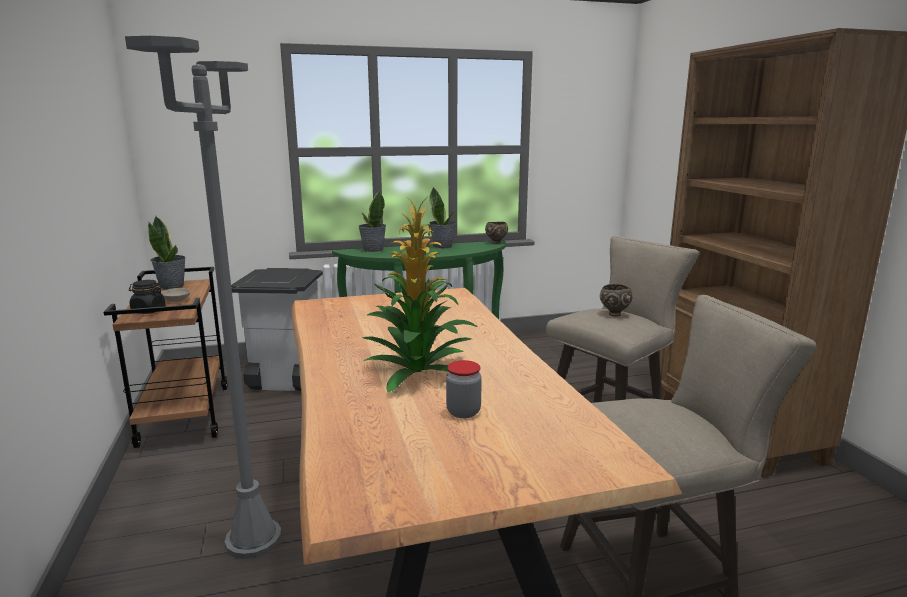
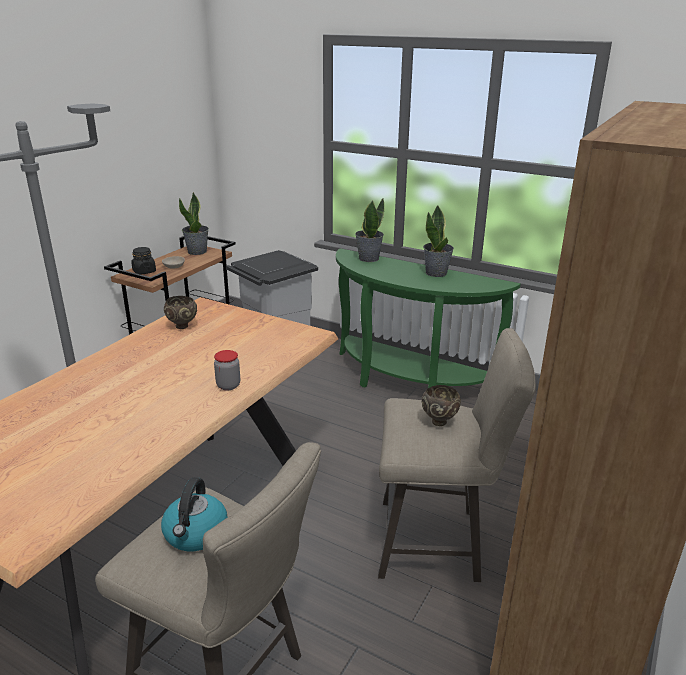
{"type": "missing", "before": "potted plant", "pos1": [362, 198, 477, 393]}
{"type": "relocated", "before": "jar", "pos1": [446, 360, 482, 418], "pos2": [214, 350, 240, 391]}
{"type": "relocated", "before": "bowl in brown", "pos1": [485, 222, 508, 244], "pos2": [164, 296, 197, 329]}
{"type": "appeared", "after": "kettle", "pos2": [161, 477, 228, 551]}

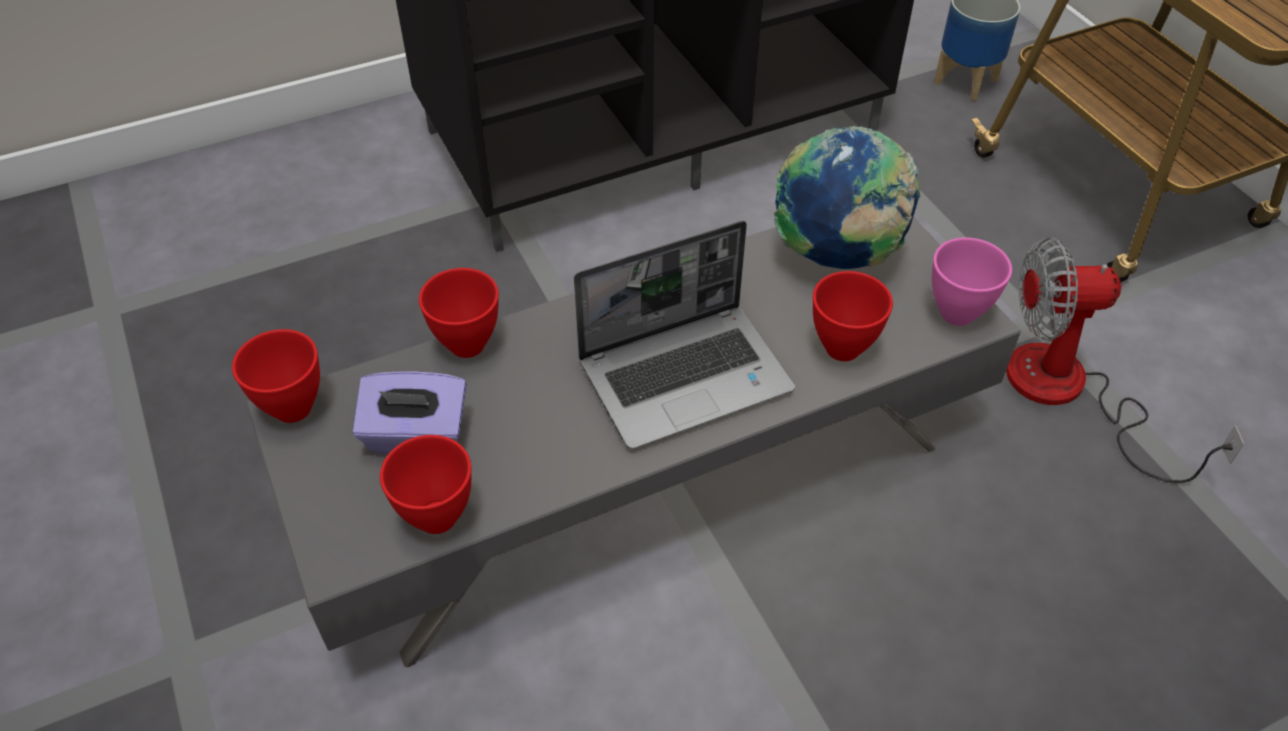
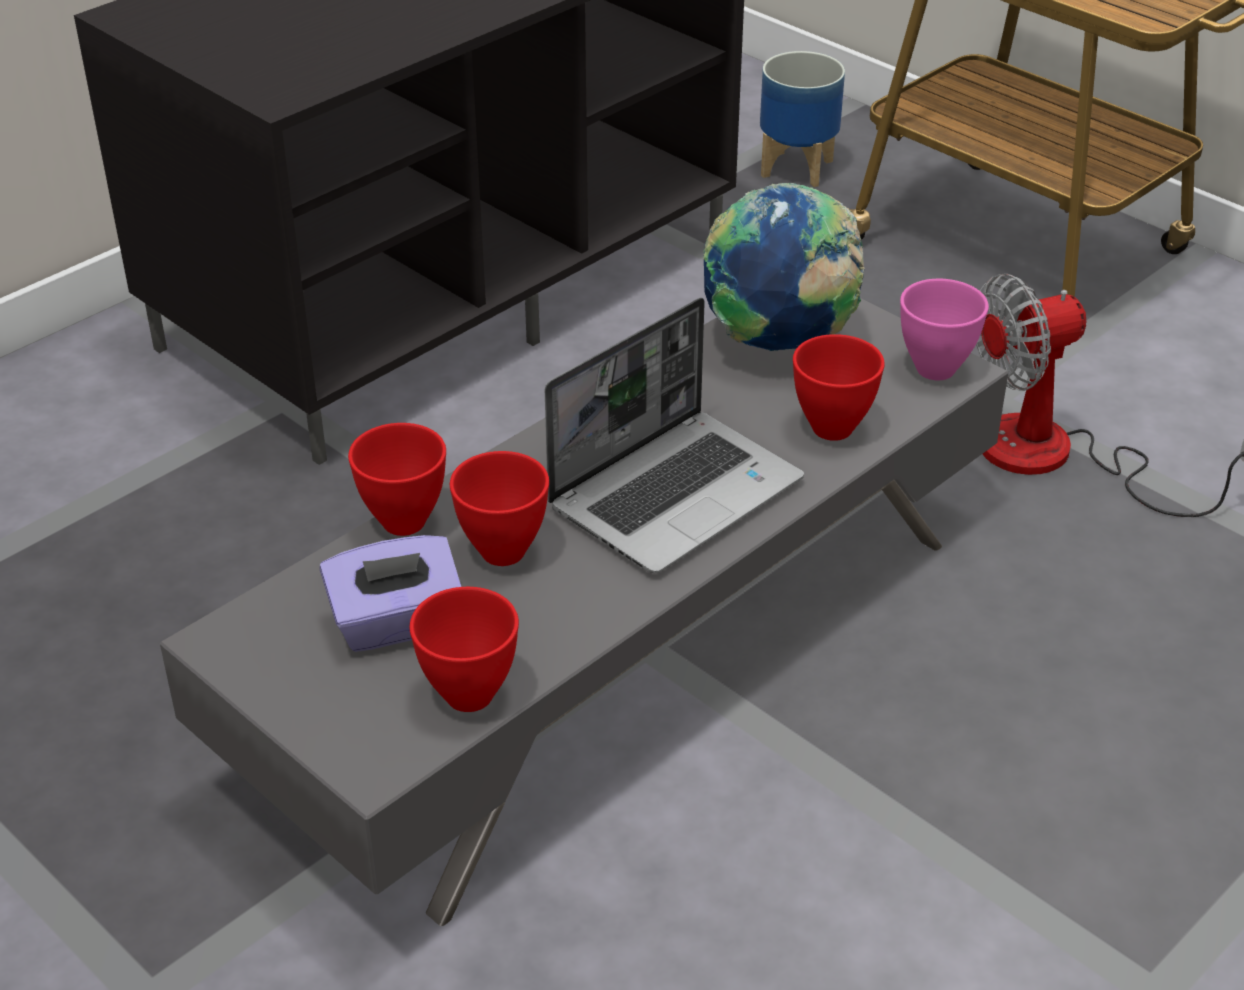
{"type": "relocated", "before": "bowl in red", "pos1": [232, 329, 320, 423], "pos2": [450, 451, 549, 566]}

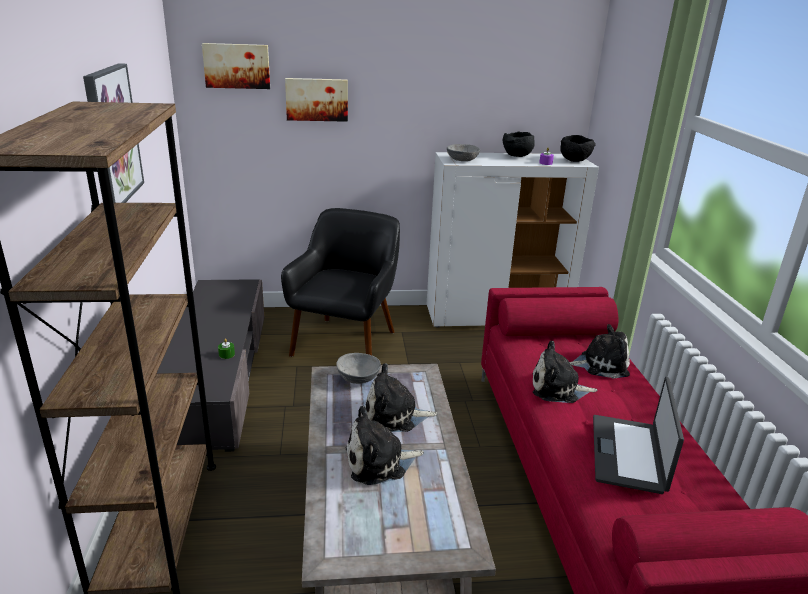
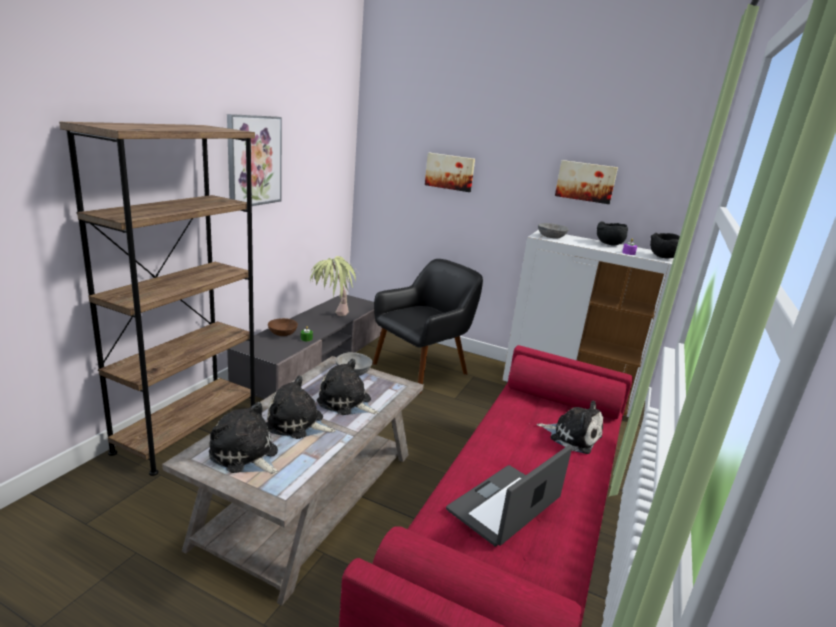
{"type": "relocated", "before": "picture", "pos1": [202, 43, 270, 89], "pos2": [555, 160, 618, 204]}
{"type": "relocated", "before": "plush toy", "pos1": [532, 341, 597, 403], "pos2": [209, 402, 278, 474]}
{"type": "appeared", "after": "bowl in brown", "pos2": [268, 318, 298, 336]}
{"type": "appeared", "after": "potted plant", "pos2": [310, 256, 356, 316]}

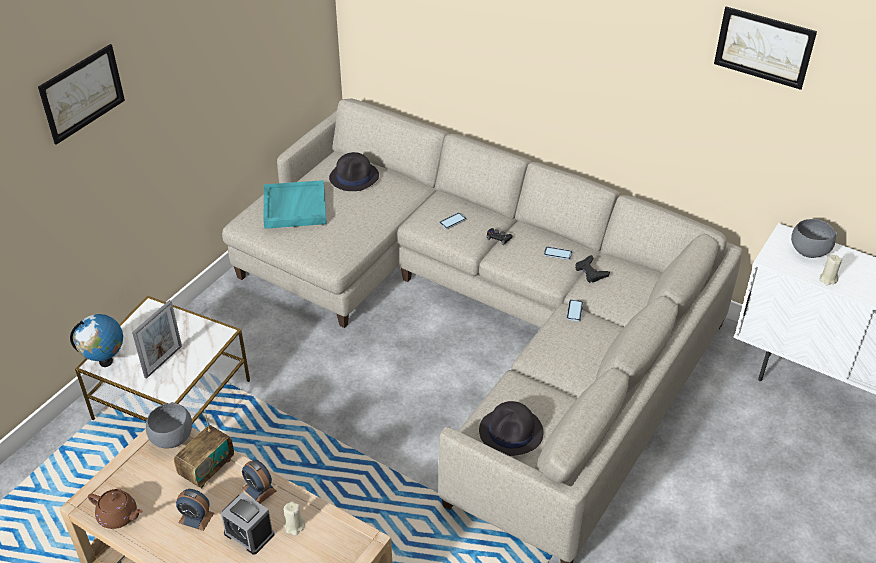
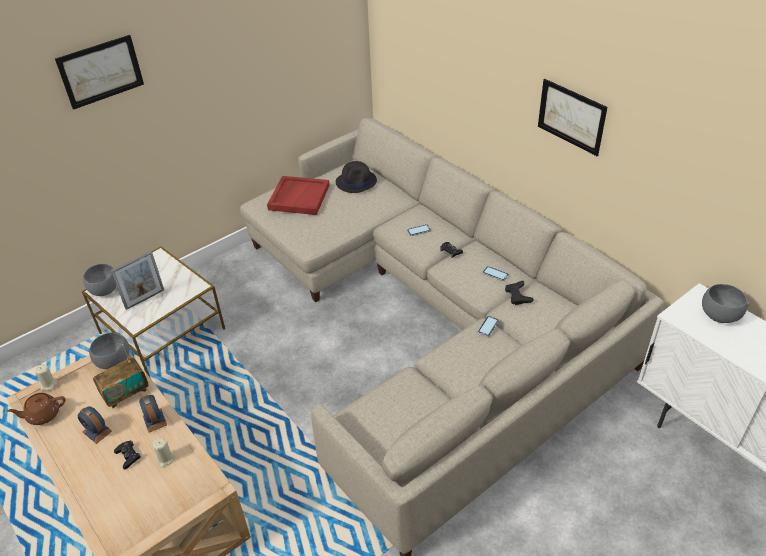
{"type": "exchanged", "before": "globe", "after": "bowl in grey", "pos1": [70, 314, 123, 367], "pos2": [83, 264, 116, 296]}
{"type": "spun", "before": "teapot in brown", "pos1": [88, 489, 143, 529], "pos2": [7, 393, 65, 425], "turn": 120}
{"type": "exchanged", "before": "alarm clock", "after": "game controller in black", "pos1": [221, 492, 274, 555], "pos2": [114, 441, 141, 470]}
{"type": "colour", "before": "tray in turquoise", "after": "tray in red", "pos1": [264, 180, 326, 229], "pos2": [267, 176, 330, 215]}
{"type": "missing", "before": "hat in black", "pos1": [479, 401, 544, 456]}
{"type": "relocated", "before": "picture", "pos1": [714, 7, 817, 90], "pos2": [538, 79, 607, 156]}
{"type": "relocated", "before": "candle in beige", "pos1": [820, 255, 842, 285], "pos2": [35, 365, 57, 391]}

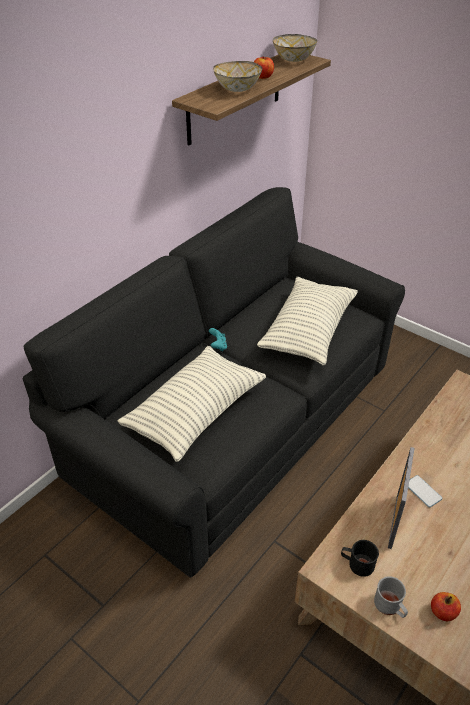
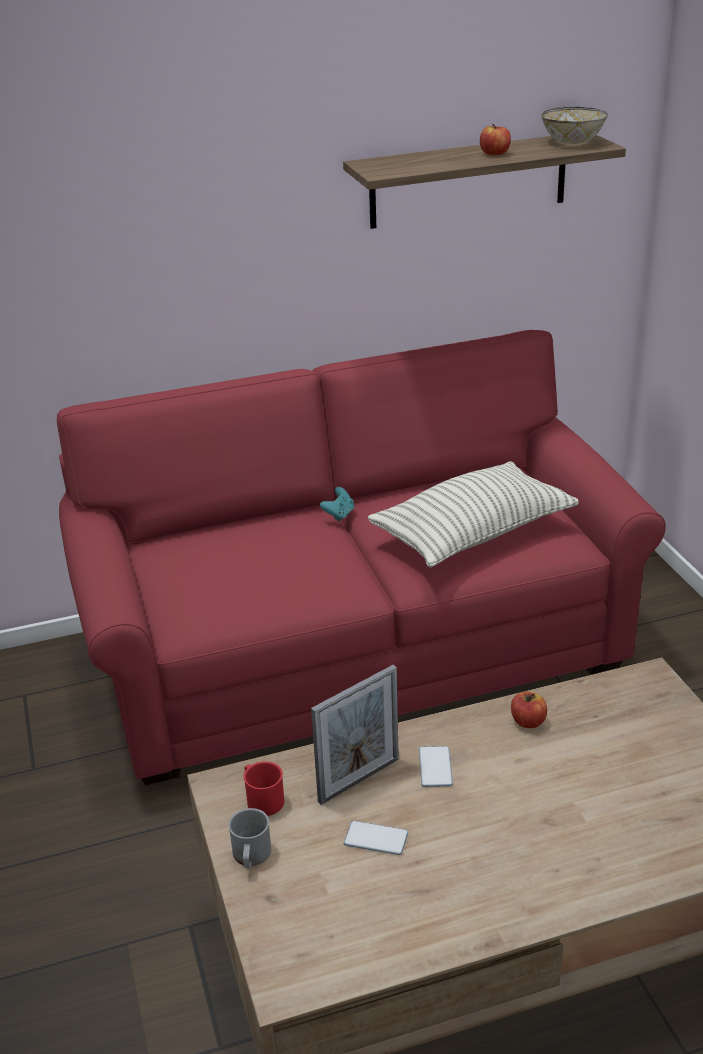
{"type": "colour", "before": "sofa in black", "after": "sofa in red", "pos1": [23, 187, 405, 578], "pos2": [57, 330, 666, 785]}
{"type": "missing", "before": "pillow", "pos1": [118, 346, 266, 462]}
{"type": "missing", "before": "bowl", "pos1": [213, 61, 262, 92]}
{"type": "colour", "before": "mug in black", "after": "mug in red", "pos1": [341, 540, 379, 577], "pos2": [244, 761, 284, 816]}
{"type": "relocated", "before": "apple", "pos1": [431, 592, 461, 621], "pos2": [511, 692, 547, 728]}
{"type": "appeared", "after": "phone", "pos2": [344, 821, 408, 855]}

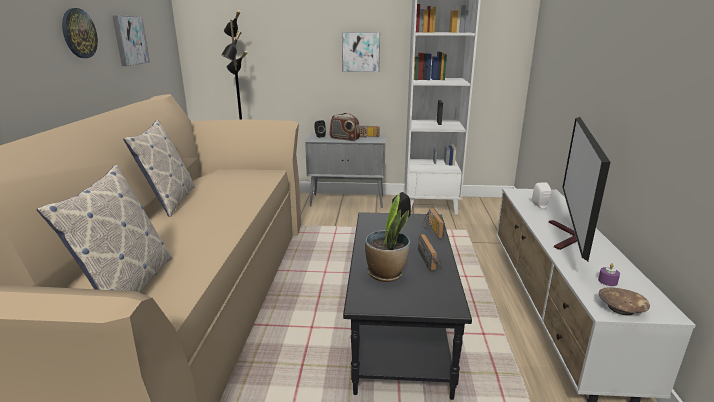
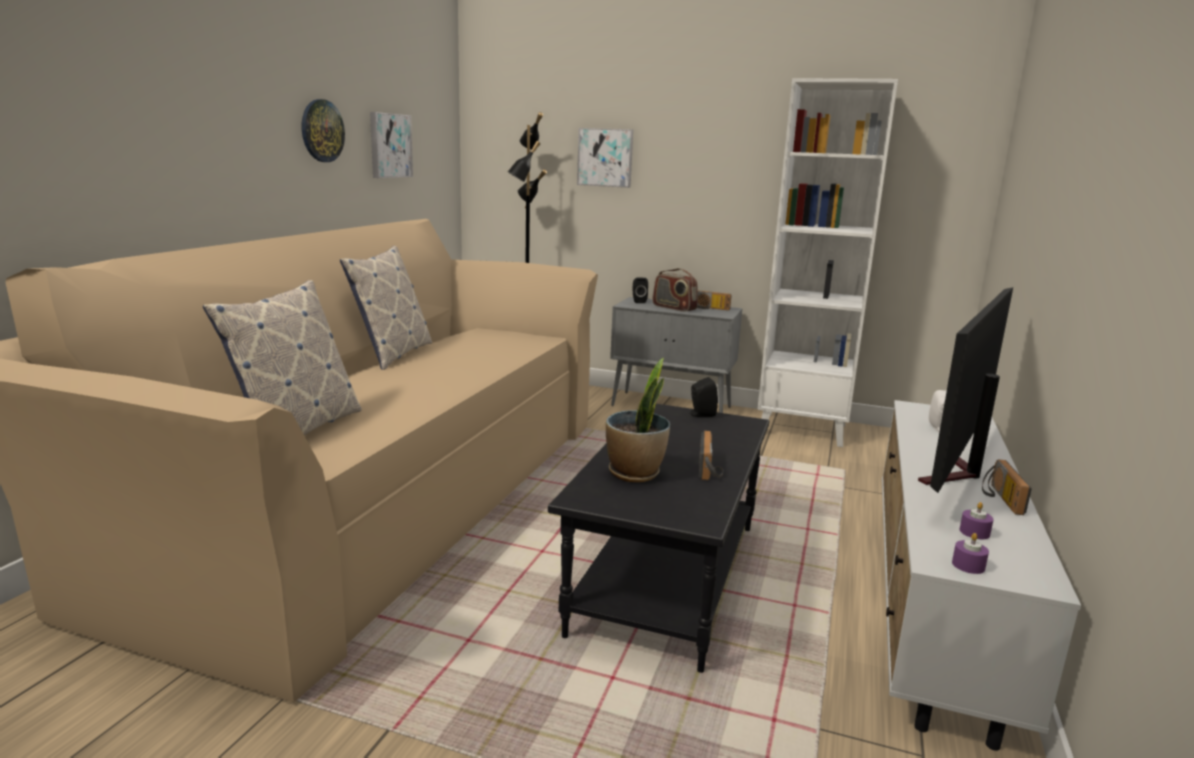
{"type": "relocated", "before": "picture", "pos1": [342, 32, 380, 72], "pos2": [577, 128, 633, 188]}
{"type": "relocated", "before": "radio", "pos1": [423, 208, 445, 238], "pos2": [982, 459, 1032, 515]}
{"type": "exchanged", "before": "bowl in brown", "after": "candle in purple", "pos1": [599, 287, 650, 315], "pos2": [952, 533, 989, 574]}

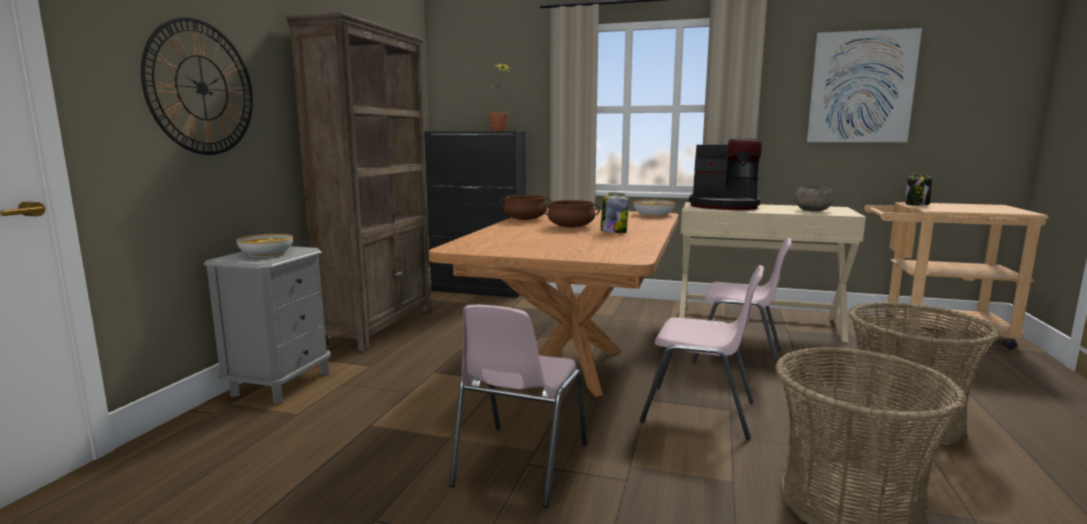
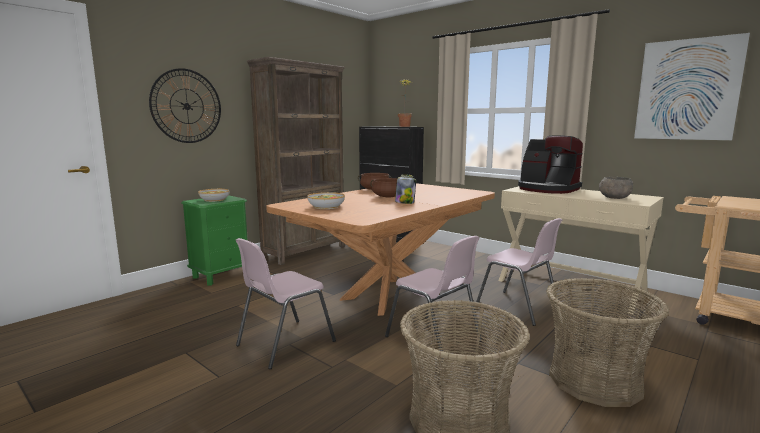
{"type": "colour", "before": "nightstand in grey", "after": "nightstand in green", "pos1": [204, 246, 331, 404], "pos2": [181, 195, 248, 286]}
{"type": "relocated", "before": "bowl", "pos1": [634, 200, 675, 217], "pos2": [307, 192, 345, 209]}
{"type": "missing", "before": "jar", "pos1": [905, 173, 932, 206]}

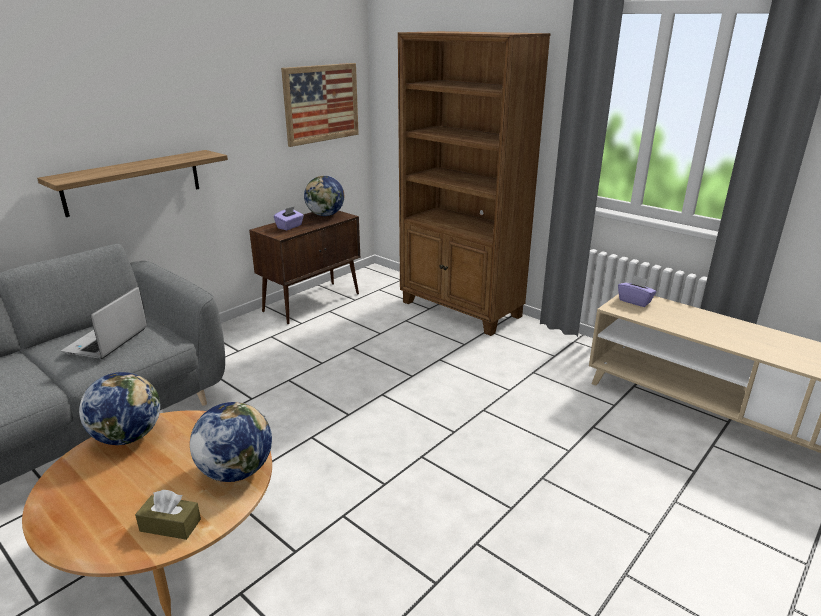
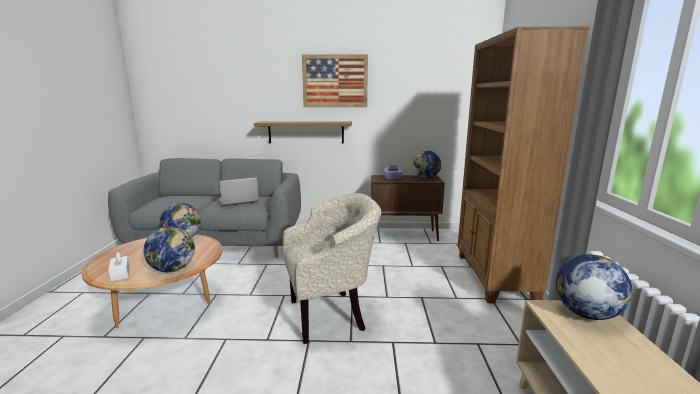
{"type": "colour", "before": "tissue box in brown", "after": "tissue box in white", "pos1": [135, 490, 201, 540], "pos2": [108, 251, 130, 281]}
{"type": "relocated", "before": "picture", "pos1": [281, 63, 359, 147], "pos2": [302, 54, 368, 107]}
{"type": "exchanged", "before": "tissue box in purple", "after": "globe", "pos1": [618, 276, 656, 307], "pos2": [556, 254, 633, 320]}
{"type": "appeared", "after": "armchair in beige", "pos2": [283, 193, 381, 344]}

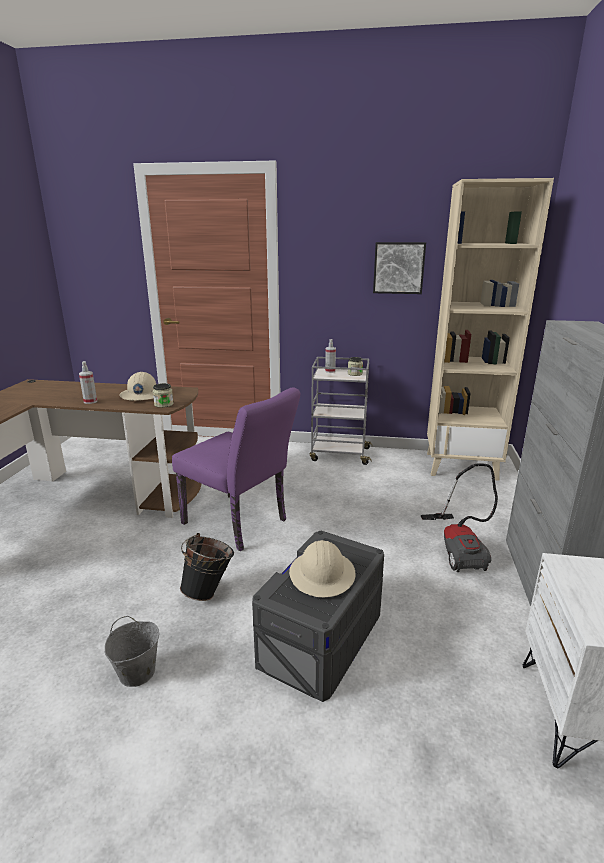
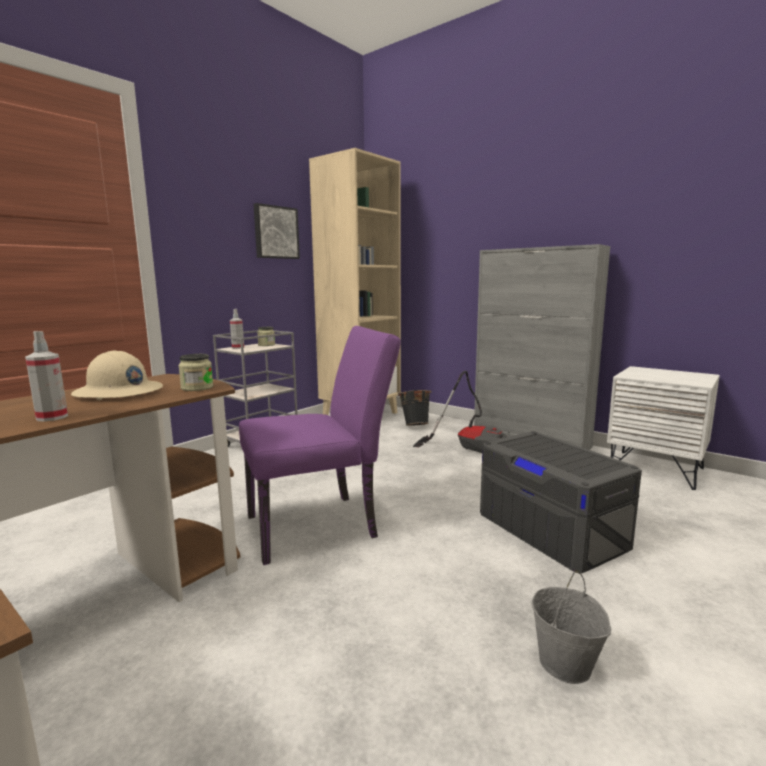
{"type": "relocated", "before": "bucket in black", "pos1": [180, 533, 234, 601], "pos2": [398, 390, 432, 426]}
{"type": "missing", "before": "hard hat in beige", "pos1": [289, 540, 356, 597]}

